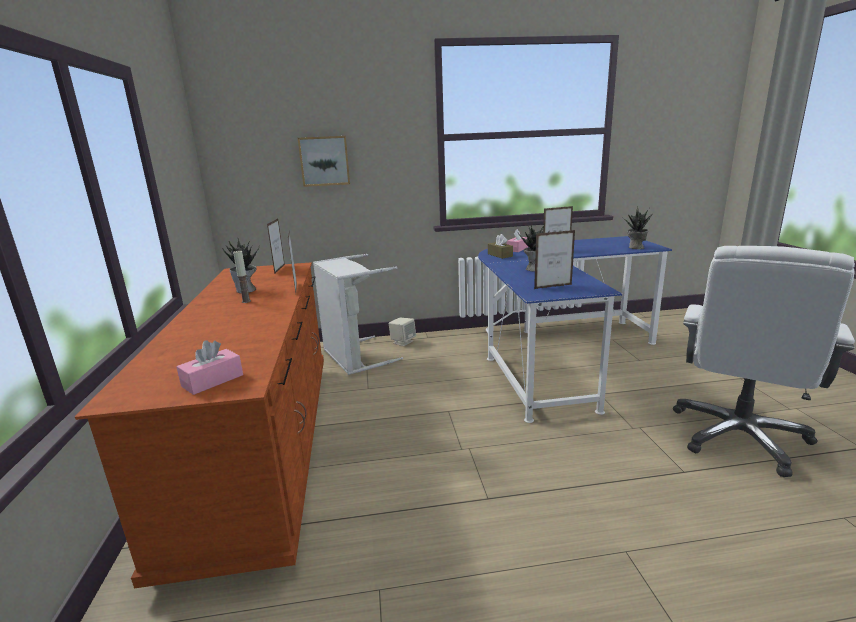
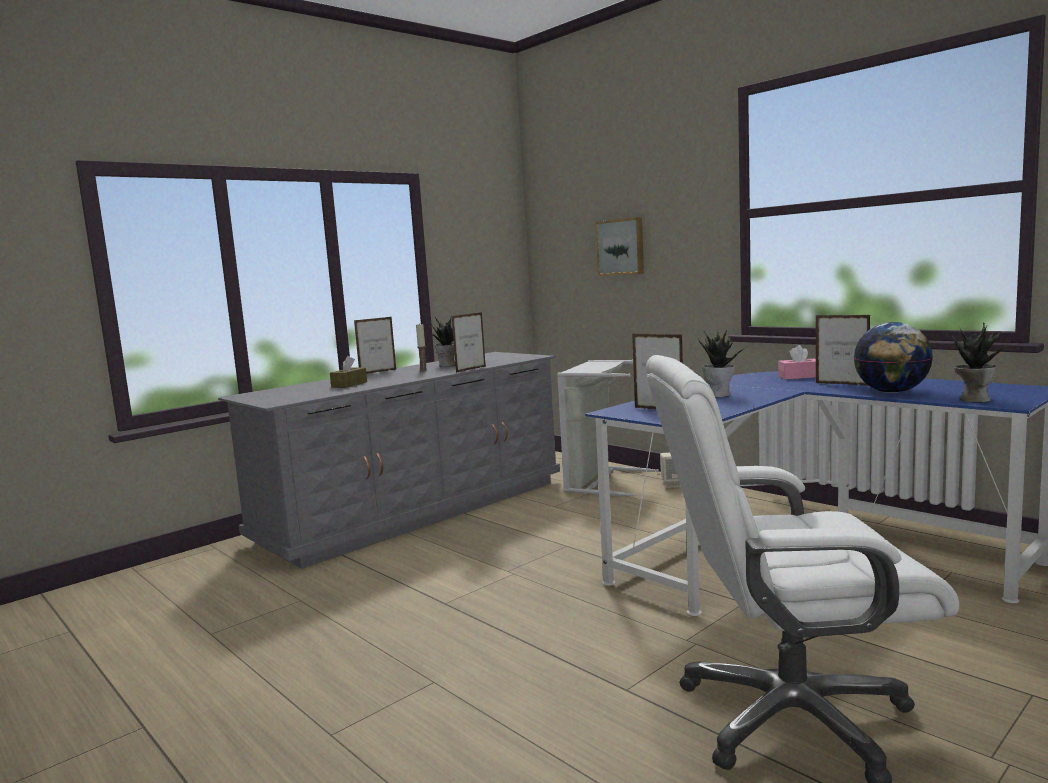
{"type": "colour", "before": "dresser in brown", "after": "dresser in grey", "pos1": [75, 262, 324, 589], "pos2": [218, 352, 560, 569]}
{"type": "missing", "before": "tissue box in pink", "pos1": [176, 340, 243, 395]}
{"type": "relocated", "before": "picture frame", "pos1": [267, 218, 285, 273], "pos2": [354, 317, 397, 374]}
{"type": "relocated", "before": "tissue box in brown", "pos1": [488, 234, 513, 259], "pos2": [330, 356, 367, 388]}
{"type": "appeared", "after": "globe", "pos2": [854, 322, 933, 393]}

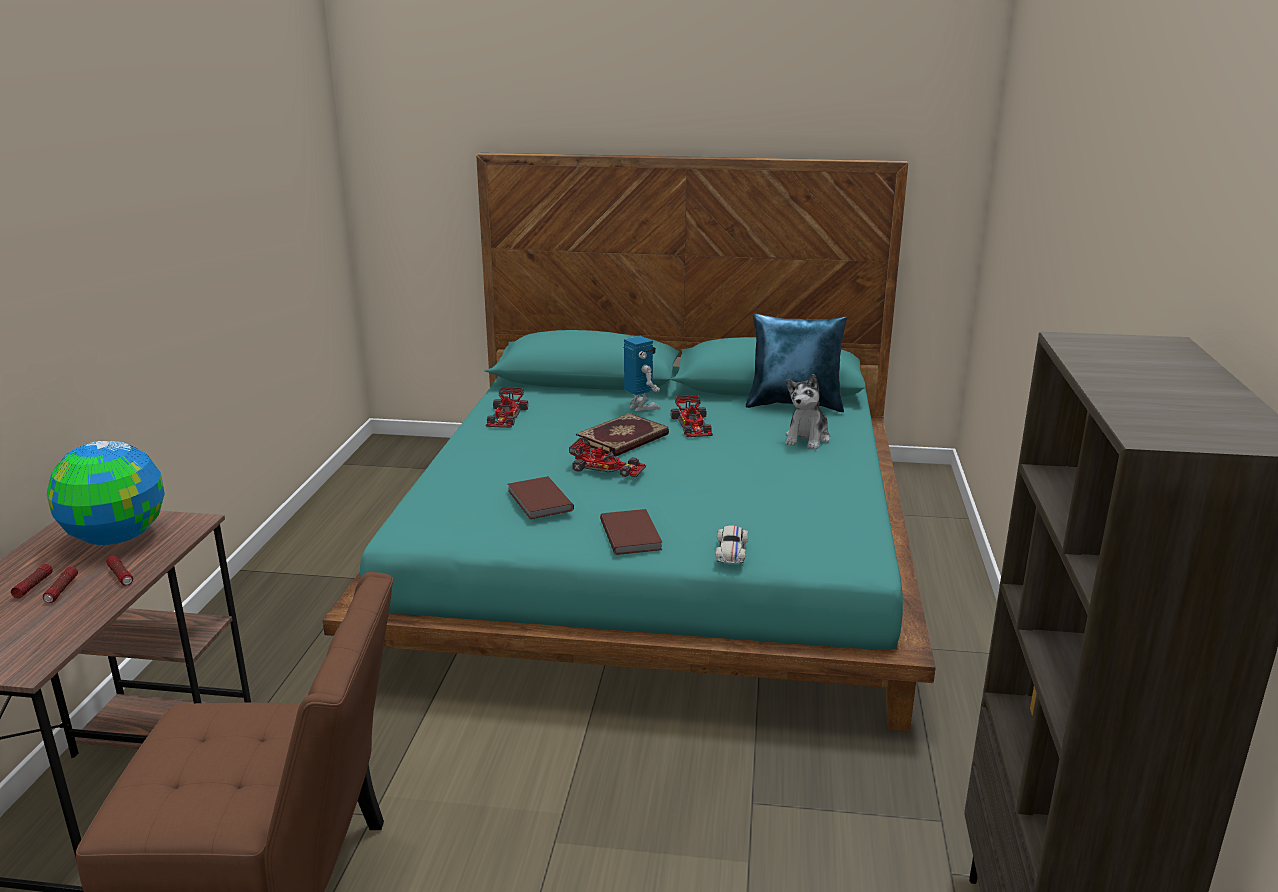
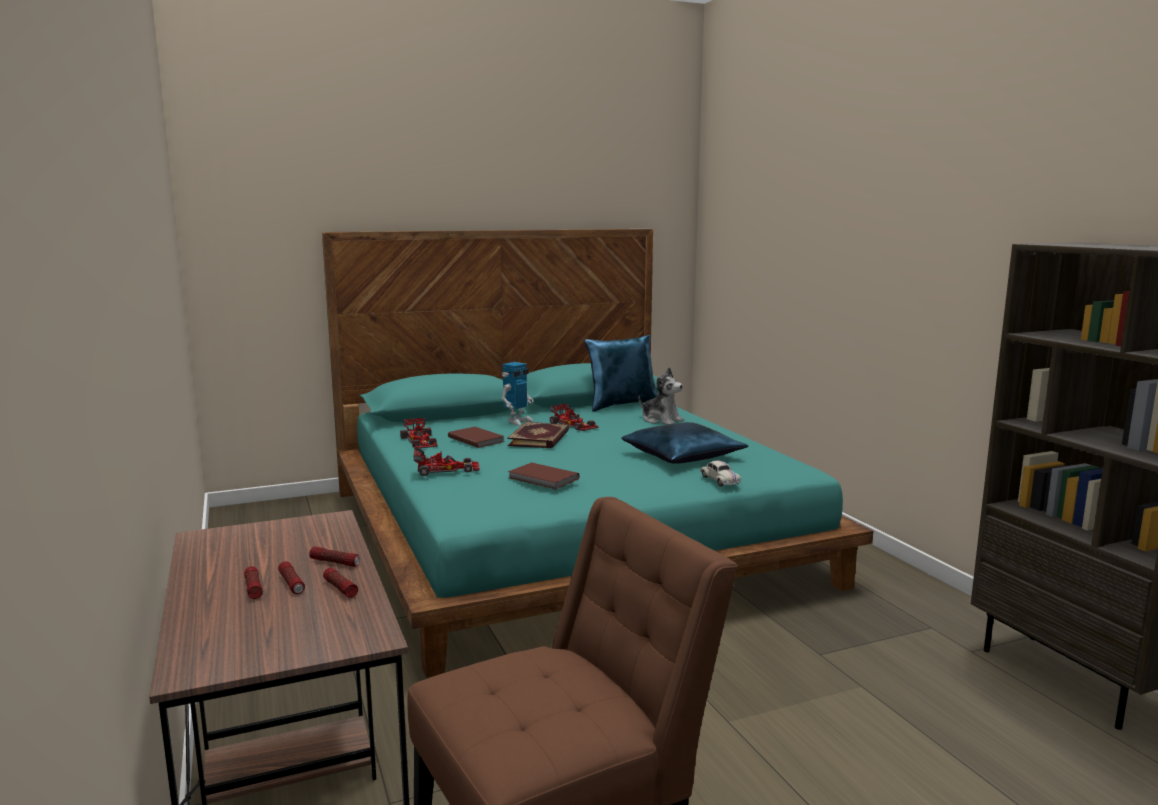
{"type": "missing", "before": "globe", "pos1": [47, 441, 165, 545]}
{"type": "relocated", "before": "toy car", "pos1": [569, 438, 646, 477], "pos2": [414, 449, 480, 476]}
{"type": "relocated", "before": "book in brown", "pos1": [600, 509, 662, 555], "pos2": [448, 427, 504, 448]}
{"type": "spun", "before": "toy robot", "pos1": [623, 336, 661, 411], "pos2": [501, 362, 534, 426], "turn": 105}
{"type": "spun", "before": "plush toy", "pos1": [785, 374, 830, 450], "pos2": [638, 368, 684, 425], "turn": -45}
{"type": "appeared", "after": "flashlight", "pos2": [323, 568, 358, 598]}
{"type": "appeared", "after": "pillow in blue", "pos2": [621, 422, 748, 464]}

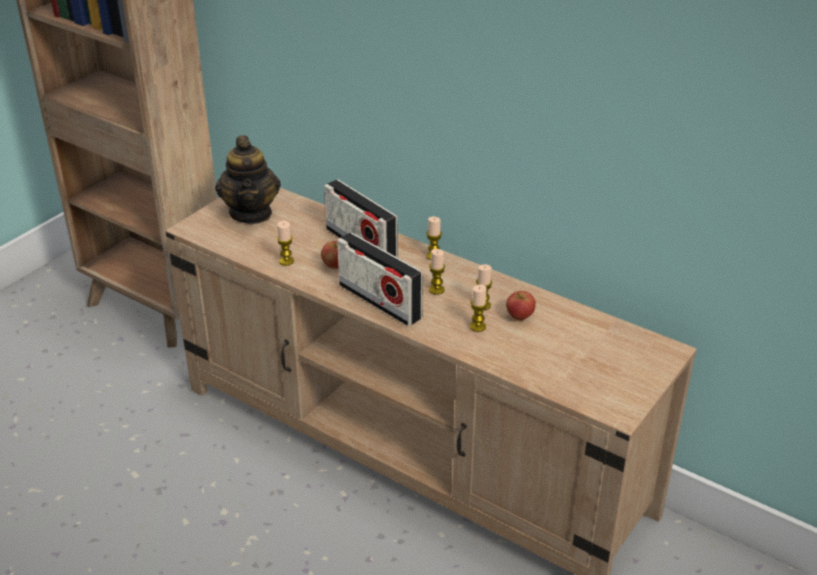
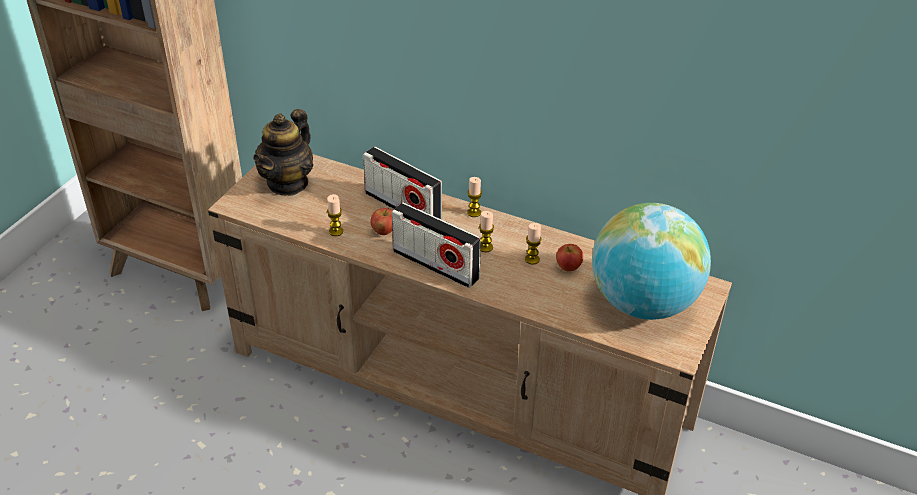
{"type": "spun", "before": "teapot", "pos1": [215, 136, 281, 224], "pos2": [253, 109, 313, 196], "turn": 45}
{"type": "missing", "before": "candle", "pos1": [470, 284, 487, 332]}
{"type": "appeared", "after": "globe", "pos2": [592, 203, 711, 320]}

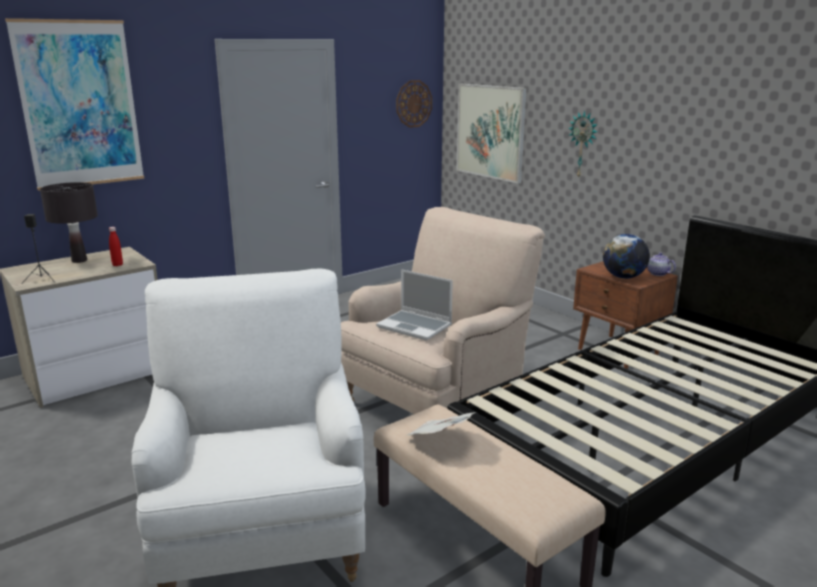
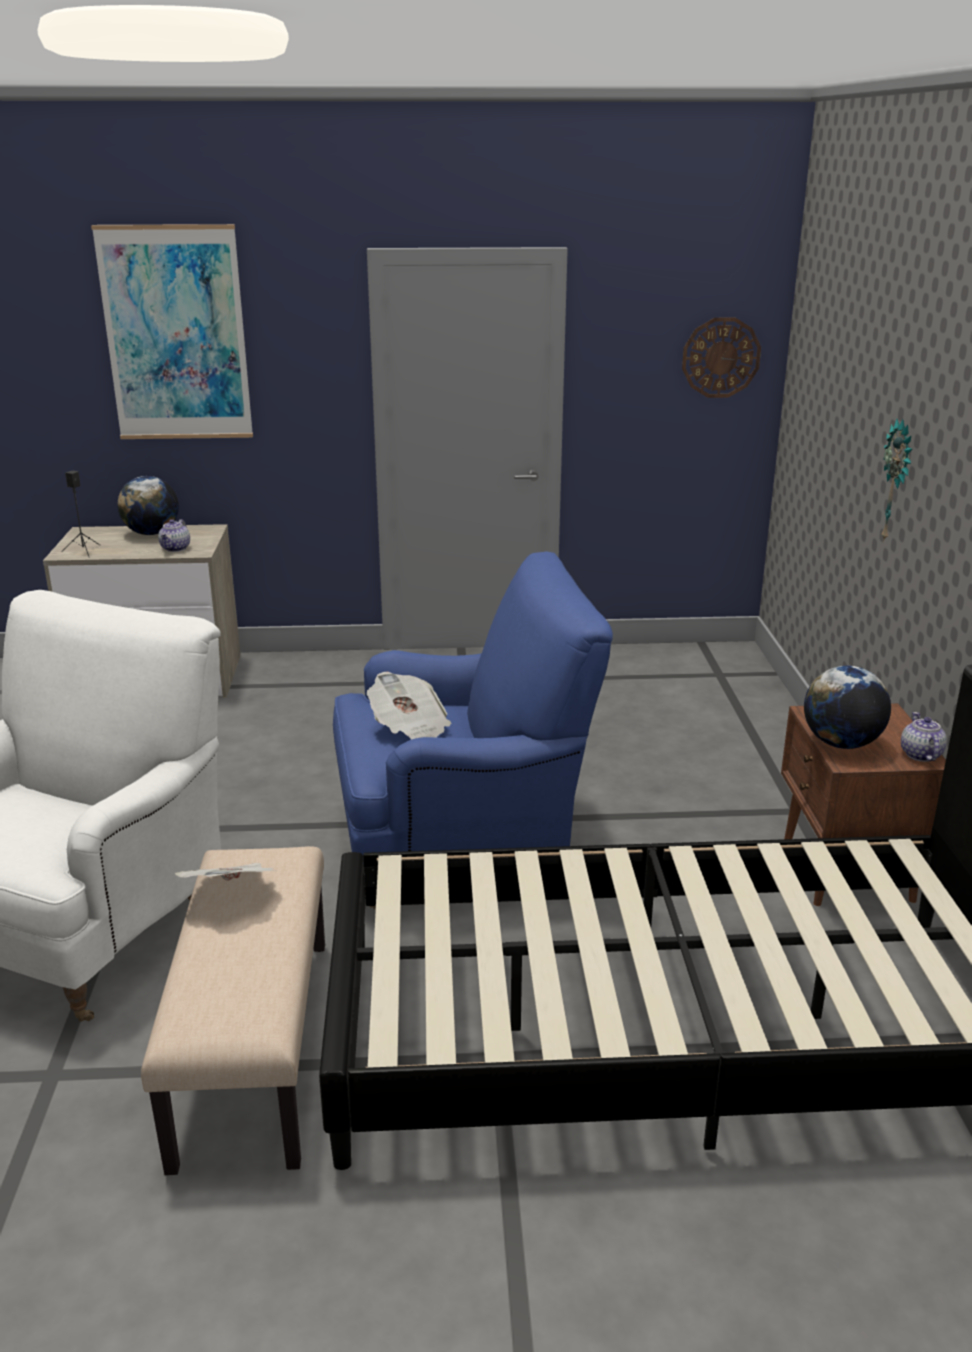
{"type": "exchanged", "before": "table lamp in black", "after": "globe", "pos1": [40, 182, 98, 263], "pos2": [118, 476, 179, 535]}
{"type": "exchanged", "before": "bottle in red", "after": "teapot", "pos1": [109, 227, 123, 266], "pos2": [158, 519, 190, 552]}
{"type": "colour", "before": "armchair in beige", "after": "armchair in blue", "pos1": [341, 207, 545, 414], "pos2": [333, 551, 613, 910]}
{"type": "exchanged", "before": "laptop", "after": "newspaper", "pos1": [376, 269, 453, 341], "pos2": [367, 672, 451, 739]}
{"type": "missing", "before": "picture", "pos1": [456, 84, 527, 183]}

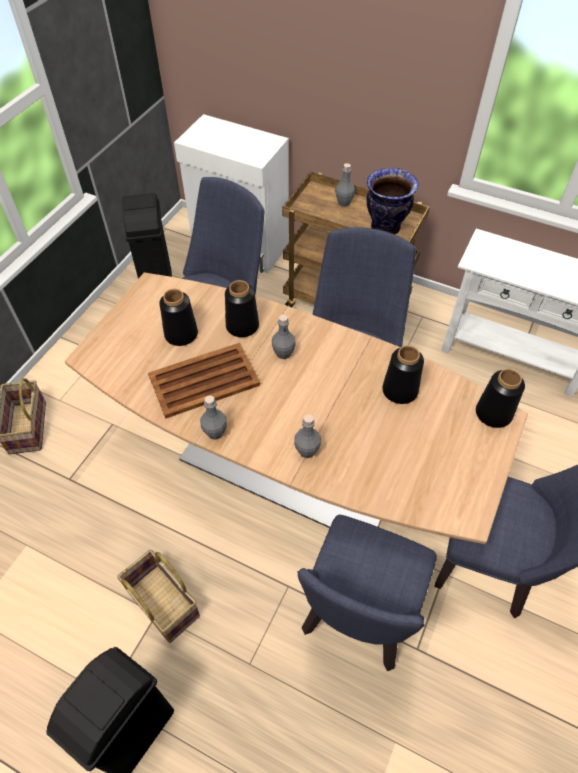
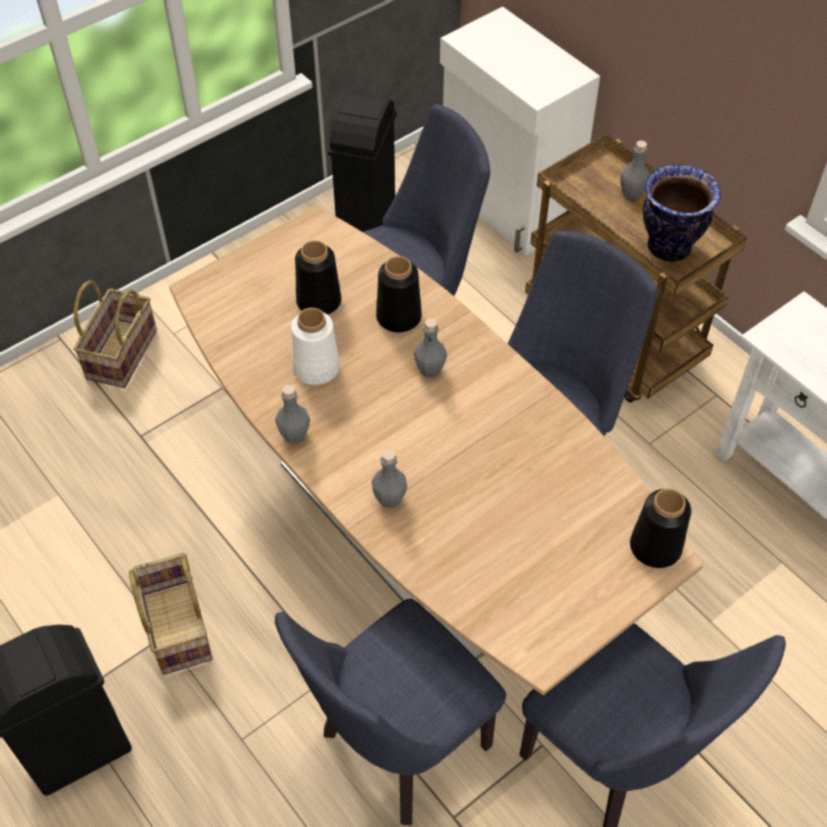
{"type": "exchanged", "before": "tray in brown", "after": "vase in white", "pos1": [148, 343, 260, 419], "pos2": [291, 308, 340, 385]}
{"type": "missing", "before": "vase in black", "pos1": [382, 345, 424, 404]}

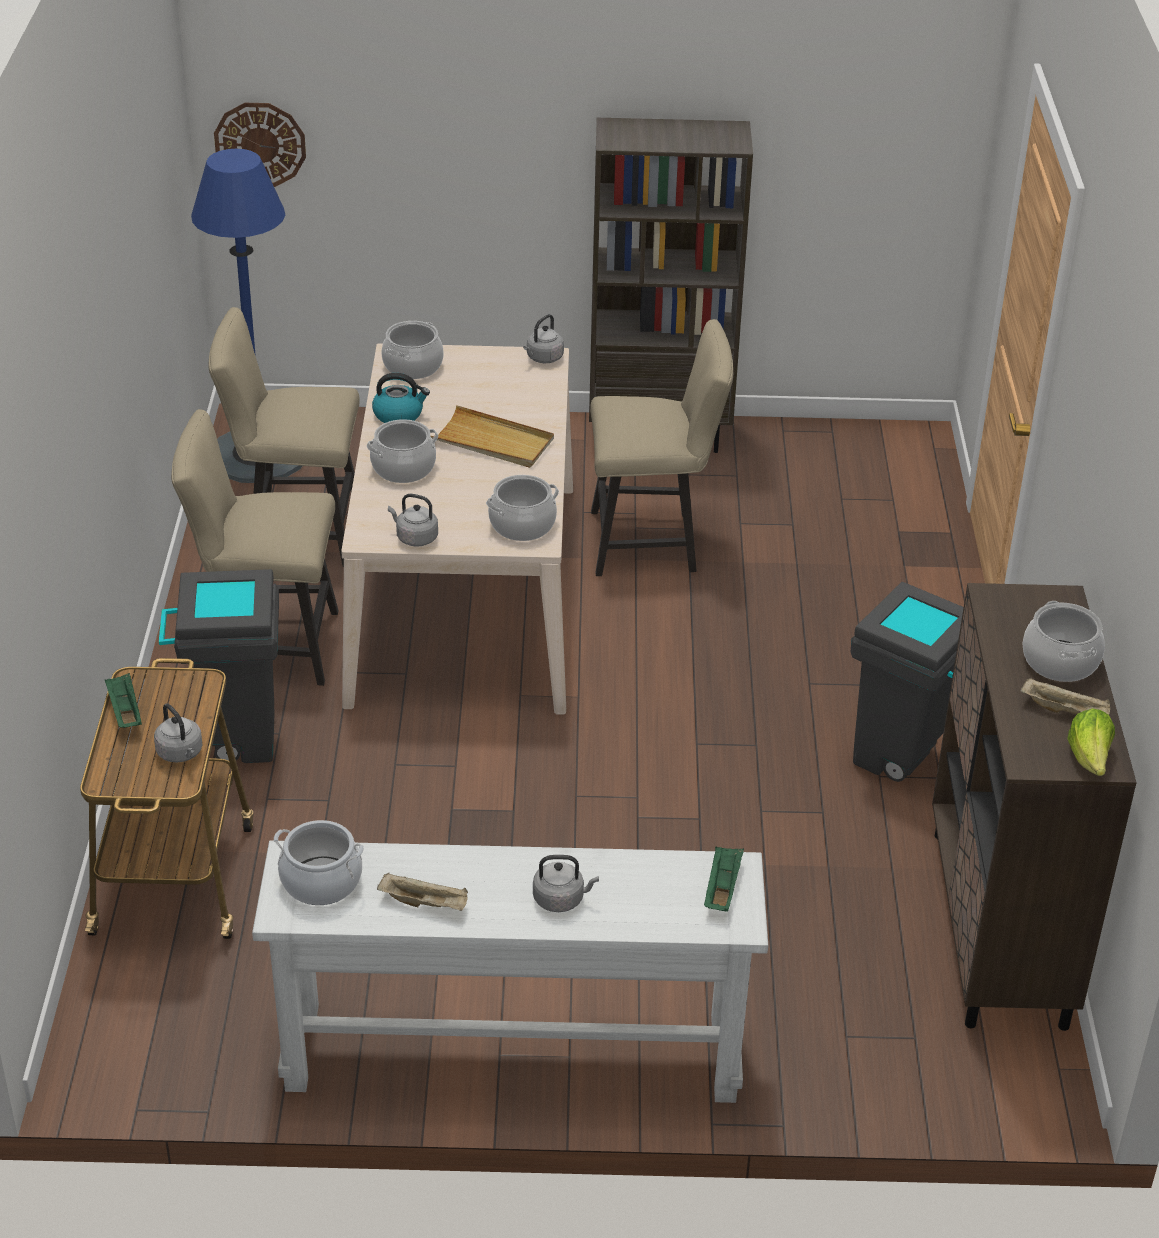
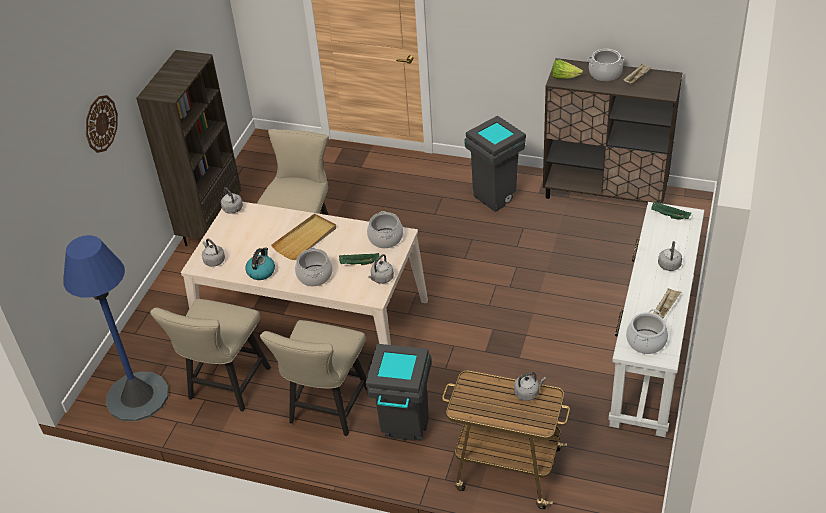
{"type": "relocated", "before": "tray in green", "pos1": [105, 673, 142, 728], "pos2": [339, 253, 379, 265]}
{"type": "relocated", "before": "wall clock", "pos1": [214, 103, 306, 187], "pos2": [86, 95, 118, 153]}
{"type": "exchanged", "before": "cooking pot", "after": "kettle in grey", "pos1": [382, 321, 444, 379], "pos2": [202, 239, 225, 267]}
{"type": "relocated", "before": "lettuce", "pos1": [1067, 708, 1115, 776], "pos2": [552, 59, 583, 79]}

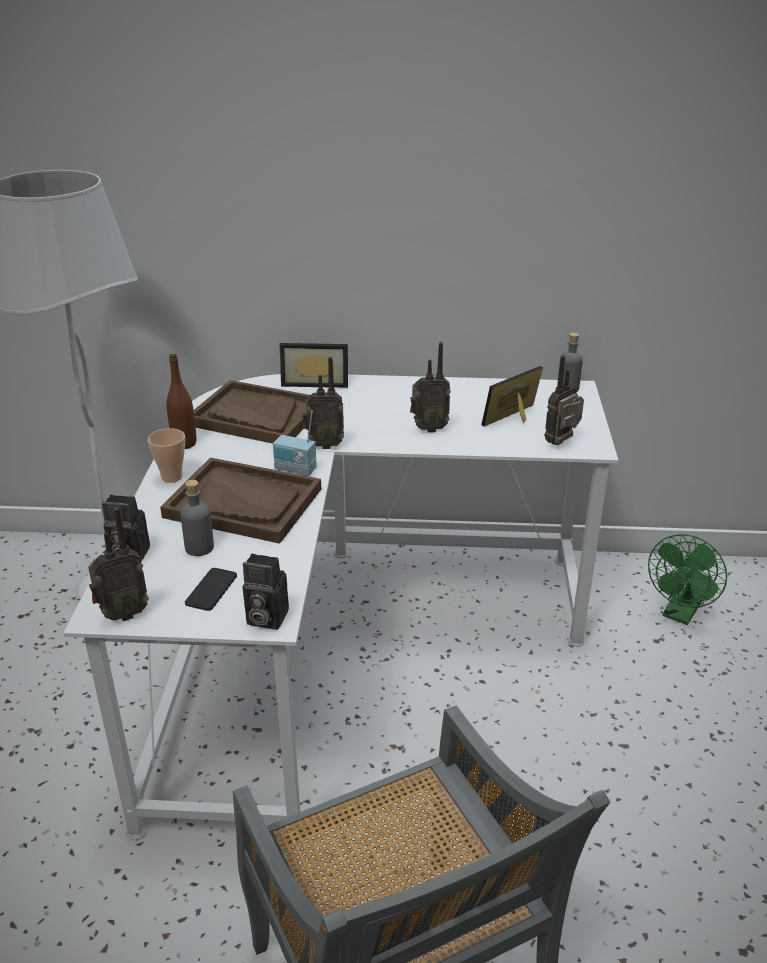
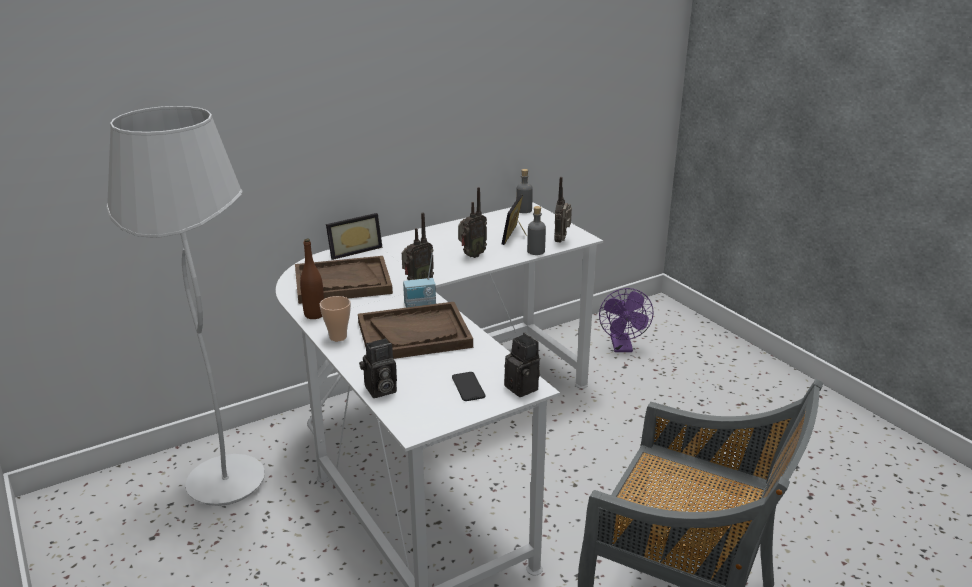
{"type": "missing", "before": "radio", "pos1": [88, 508, 149, 621]}
{"type": "relocated", "before": "bottle in grey", "pos1": [180, 480, 214, 556], "pos2": [527, 206, 546, 255]}
{"type": "spun", "before": "photo camera", "pos1": [242, 553, 289, 630], "pos2": [504, 332, 540, 397], "turn": -105}
{"type": "colour", "before": "fan in green", "after": "fan in purple", "pos1": [648, 534, 727, 625], "pos2": [599, 288, 654, 352]}

